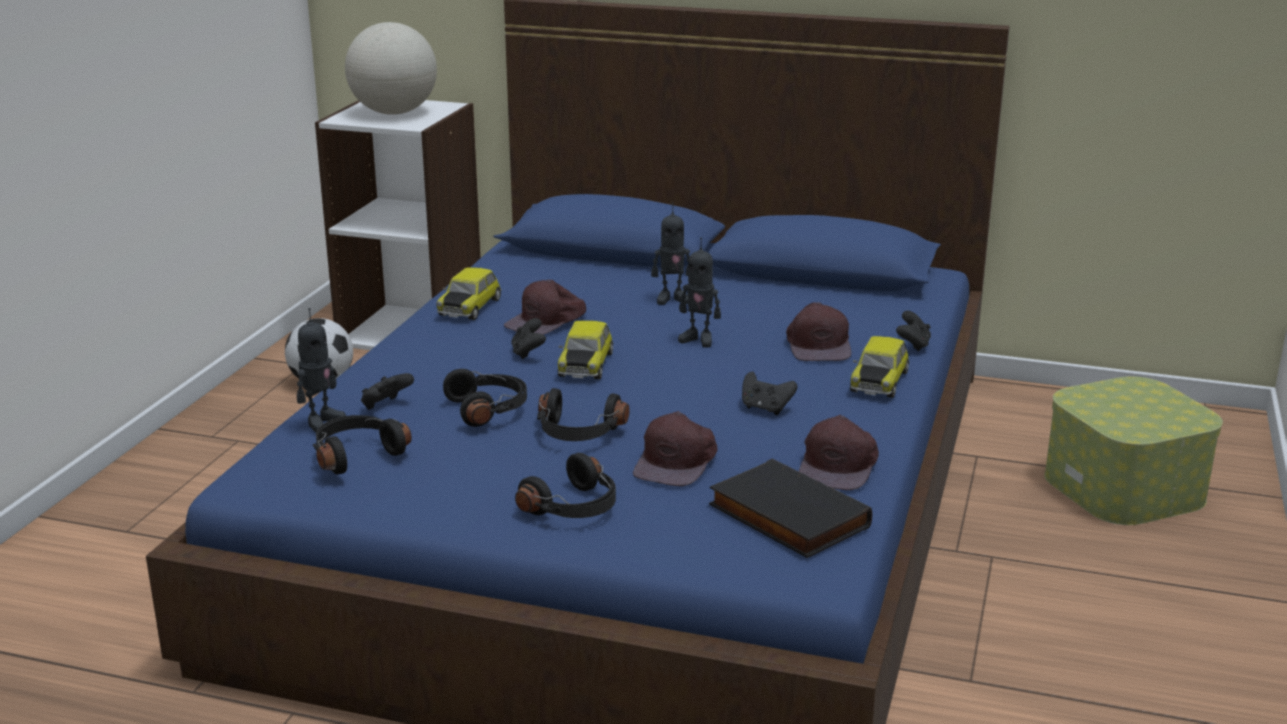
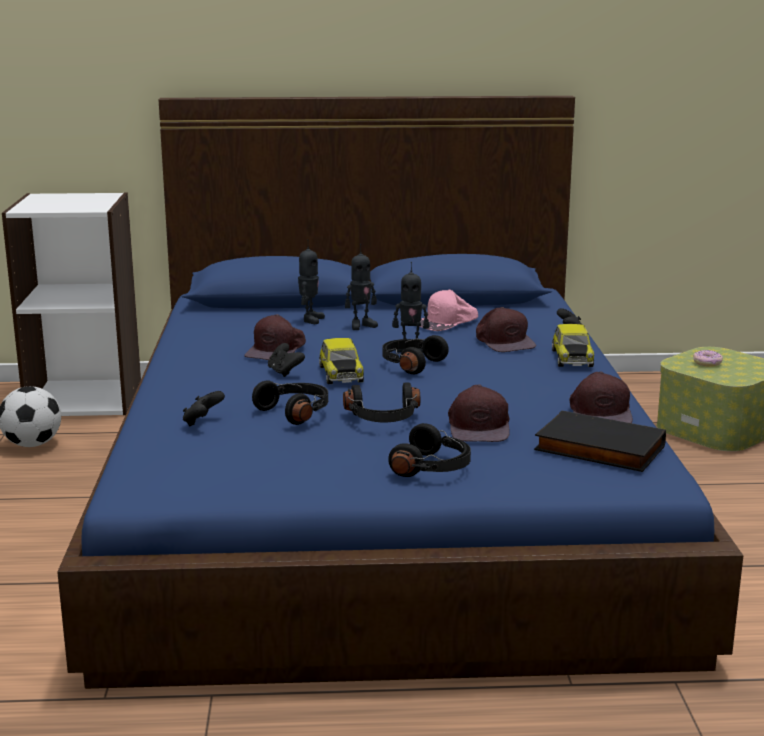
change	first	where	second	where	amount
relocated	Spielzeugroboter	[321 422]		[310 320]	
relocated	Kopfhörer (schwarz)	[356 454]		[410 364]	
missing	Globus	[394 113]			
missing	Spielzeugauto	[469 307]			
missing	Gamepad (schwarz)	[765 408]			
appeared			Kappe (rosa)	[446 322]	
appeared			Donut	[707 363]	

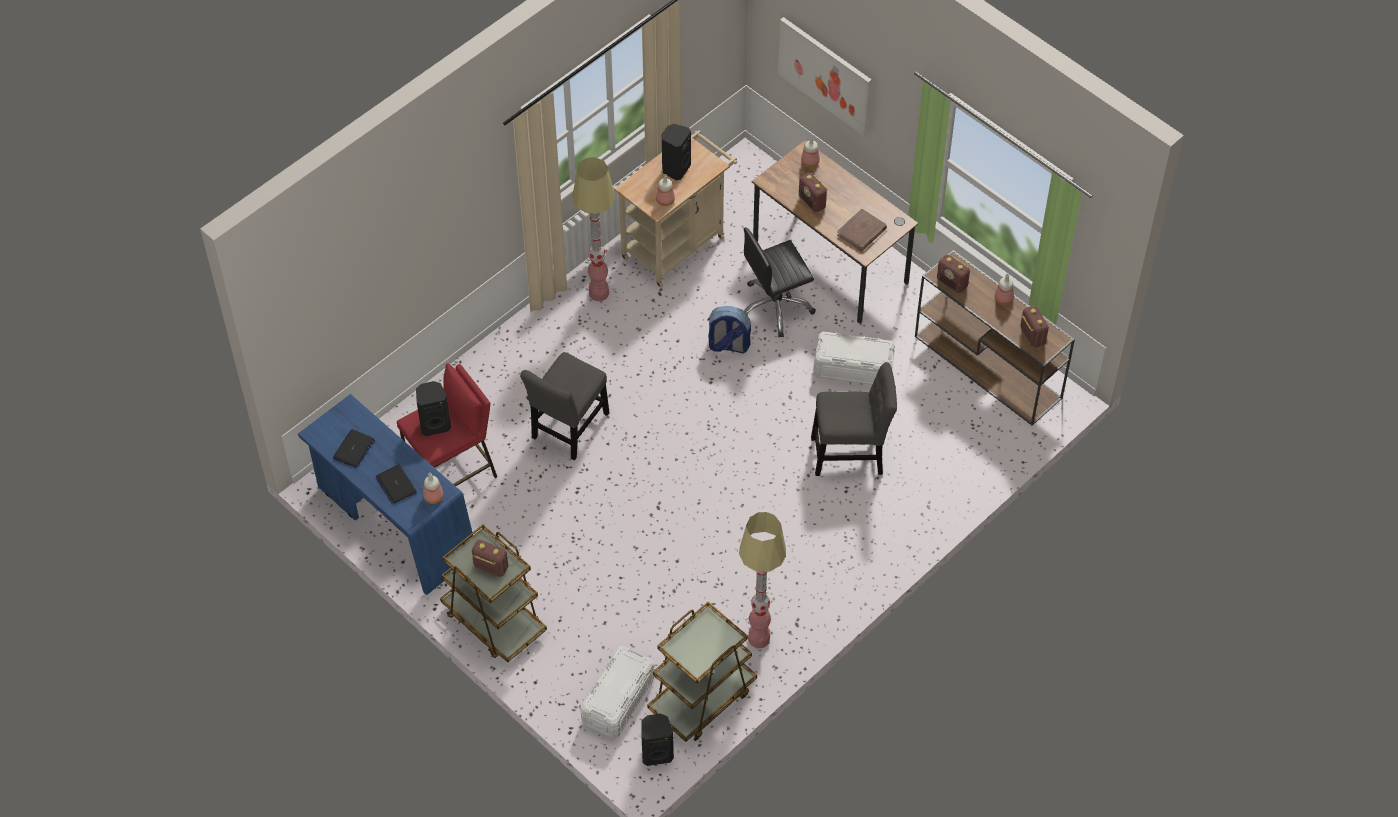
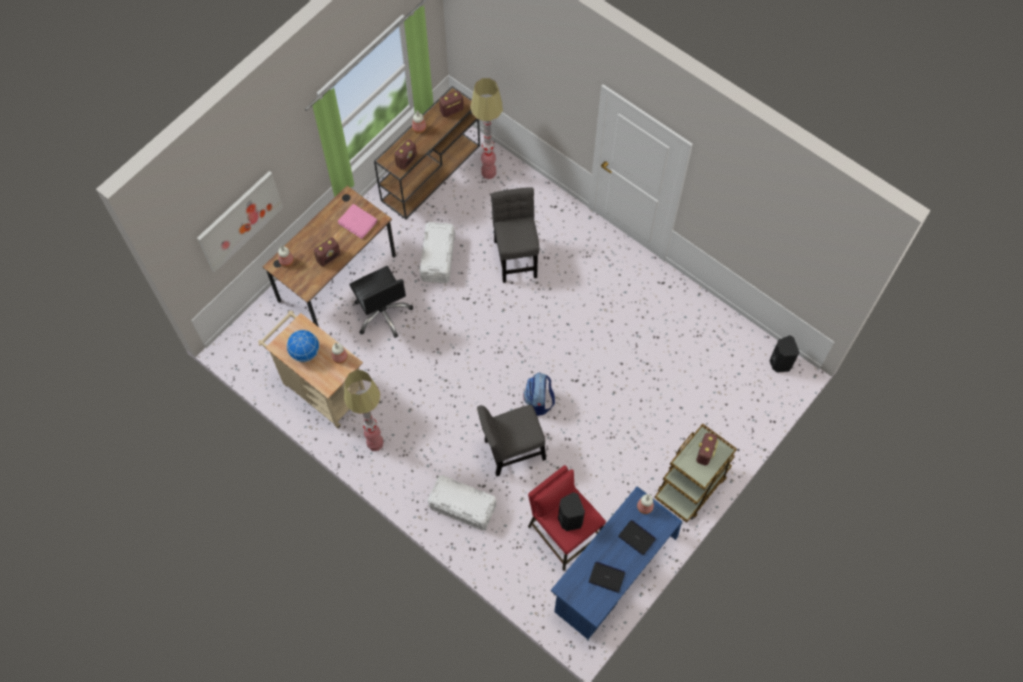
change	first	where	second	where	amount
spun	Laptop	[396 484]		[637 537]	105 degrees counterclockwise
spun	Stuhl (grau)	[568 429]		[511 451]	135 degrees clockwise
relocated	Aufbewahrungsbox (weiß)	[618 700]		[462 506]	
missing	Rollwagen (braun)	[702 698]			
exchanged	Lautsprecher (schwarz)	[675 168]	Globus	[305 352]	
relocated	Rucksack	[728 345]		[539 401]	
relocated	Stehlampe	[759 638]		[488 172]	
colour	Buch (braun)	[862 232]	Buch (rosa)	[358 222]	

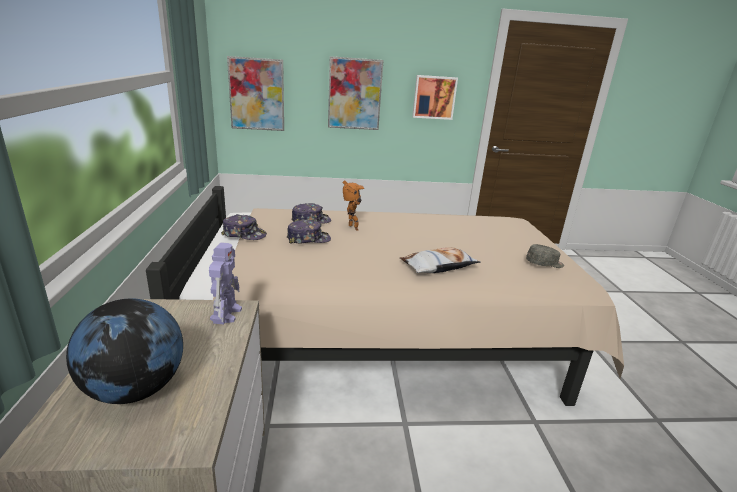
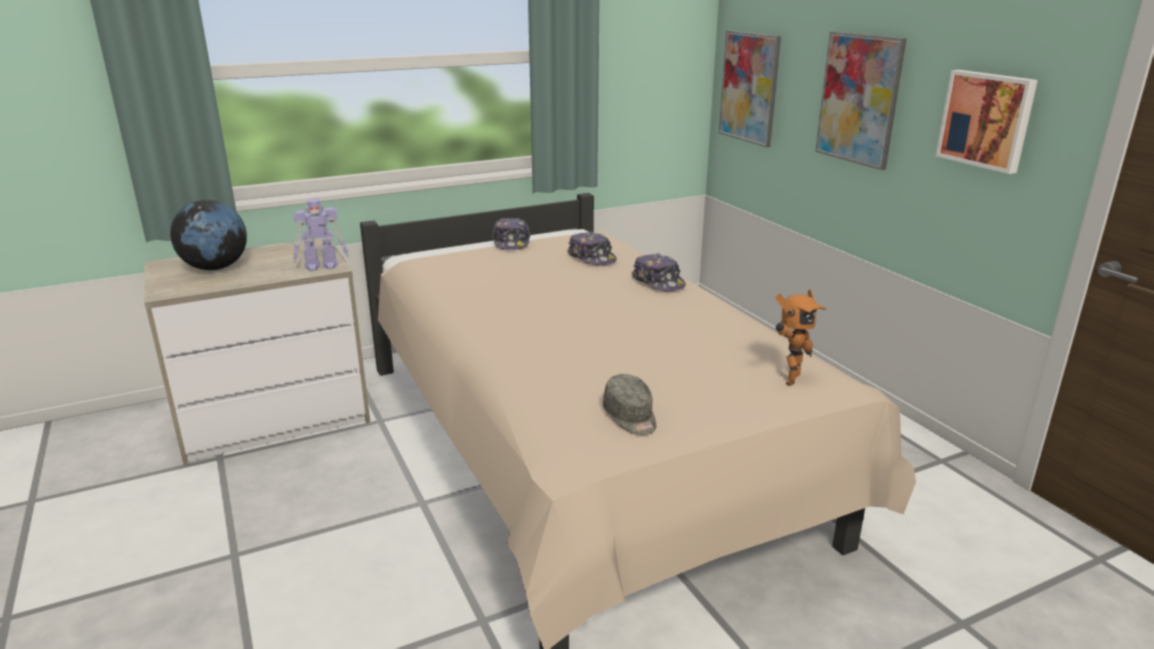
change	first	where	second	where	amount
relocated	Kappe	[308 239]		[658 282]	
relocated	Spielzeugroboter	[351 228]		[788 378]	
missing	Kissen	[438 266]			

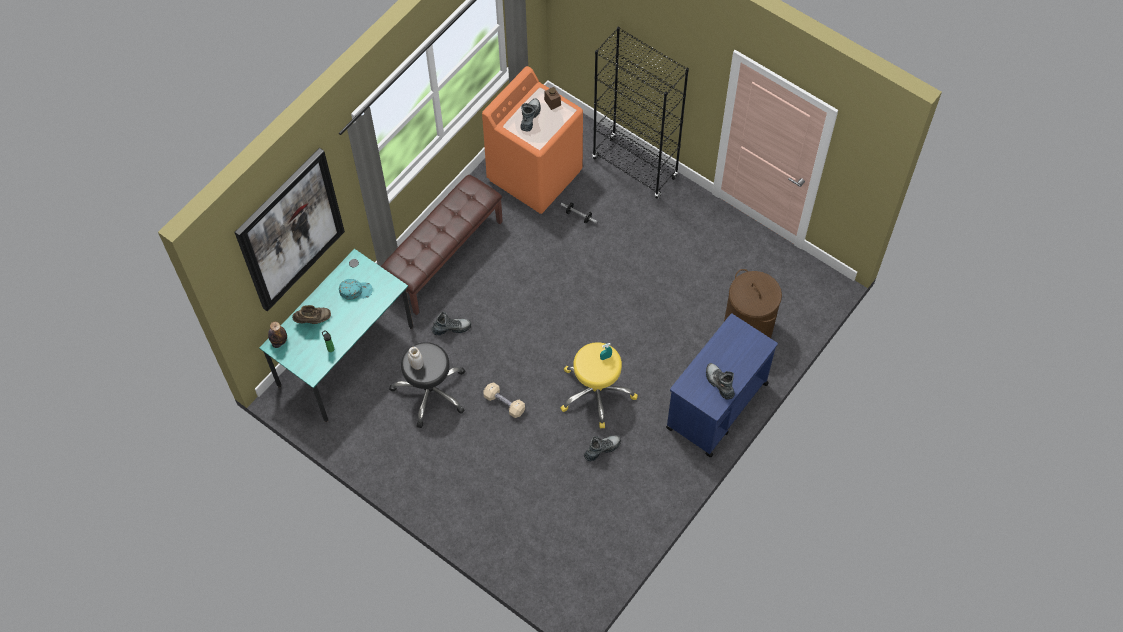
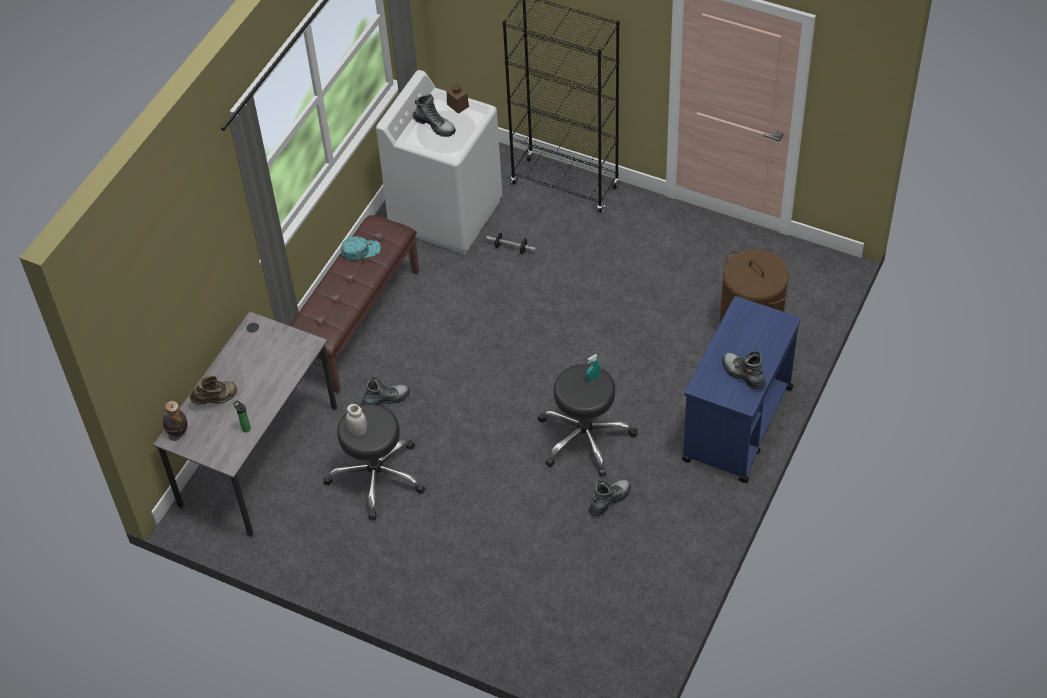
change	first	where	second	where	amount
missing	Bild	[290 230]			
colour	Schreibtisch (türkis)	[346 356]	Schreibtisch (grau)	[259 456]	
relocated	Kappe (türkis)	[356 290]		[361 250]	
colour	Waschmaschine (orange)	[535 174]	Waschmaschine (weiß)	[446 213]	
missing	Hantel (beige)	[504 403]			
spun	Stiefel	[530 117]		[435 125]	120 degrees clockwise
colour	Hocker (gelb)	[596 392]	Hocker (schwarz)	[584 437]	

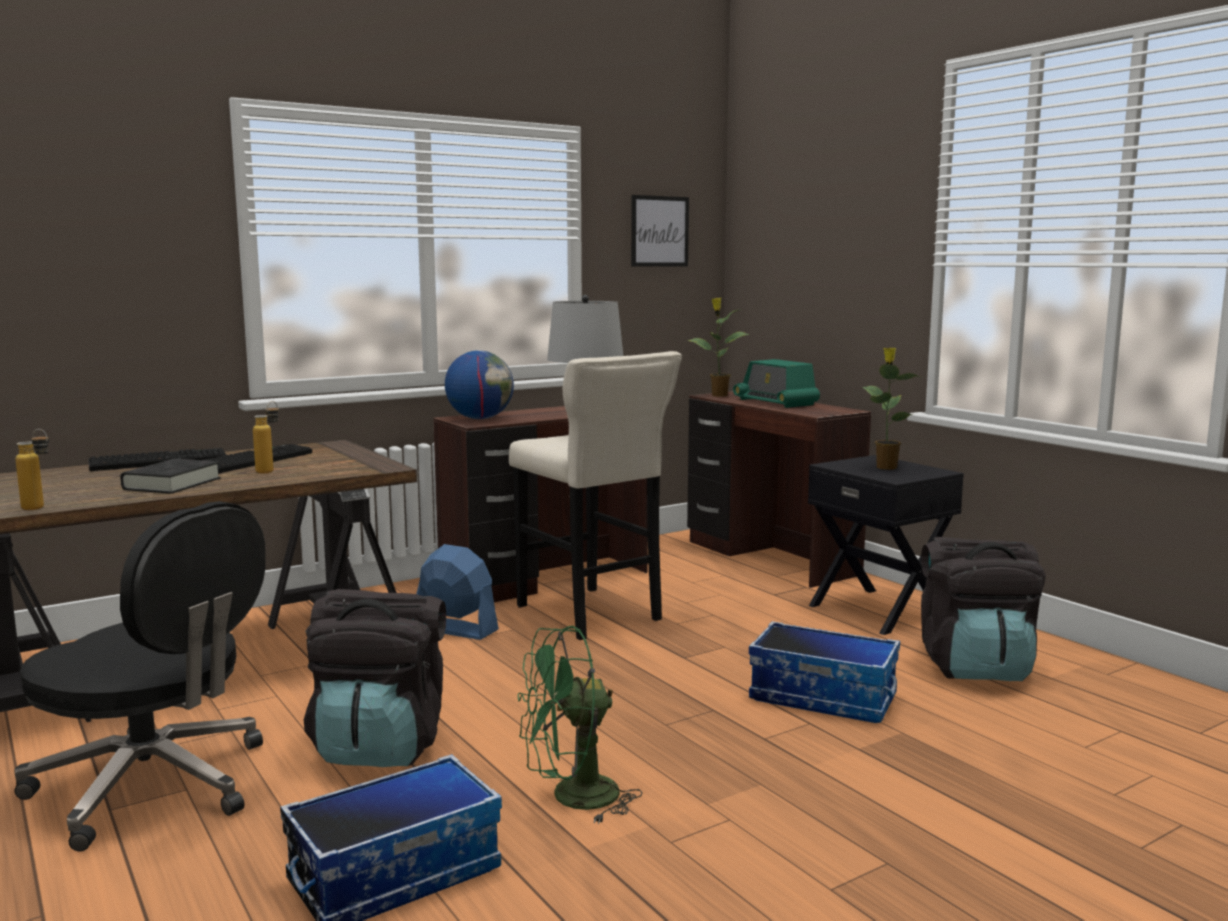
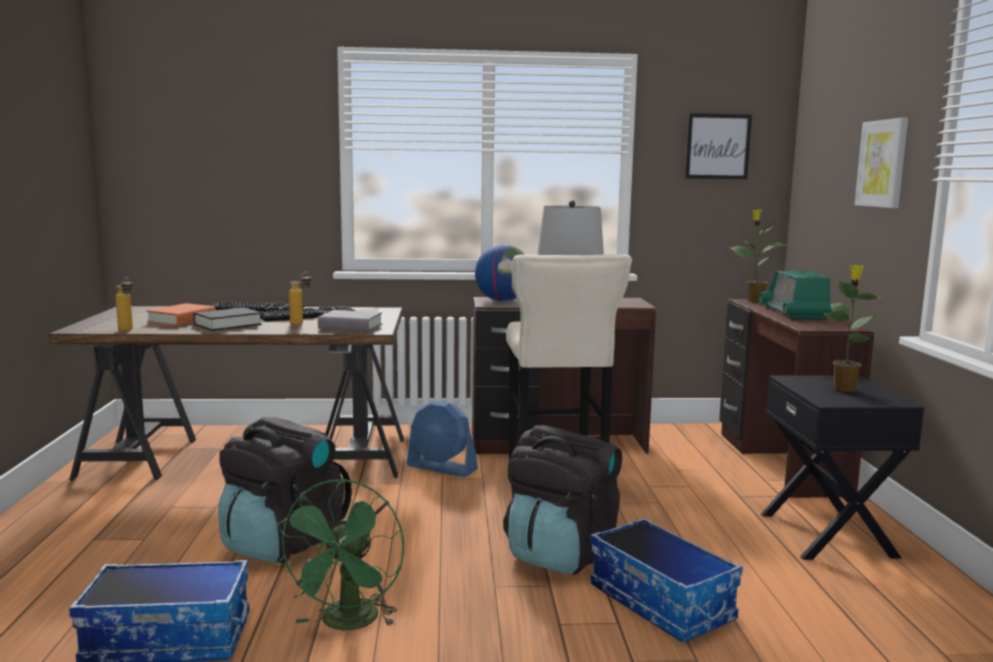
change	first	where	second	where	amount
missing	Bürostuhl (schwarz)	[154 786]			
spun	Ventilator (blau)	[454 628]		[442 468]	150 degrees clockwise
spun	Ventilator (grün)	[572 798]		[347 624]	90 degrees counterclockwise
relocated	Rucksack (schwarz)	[975 667]		[560 553]	
appeared			Buch (orange)	[182 320]	
appeared			Buch (grau)	[350 327]	
appeared			Bild	[882 163]	

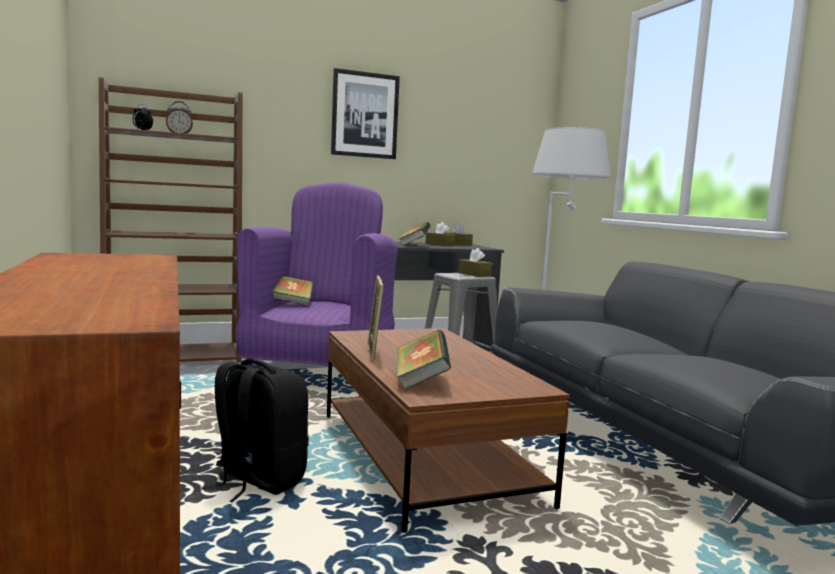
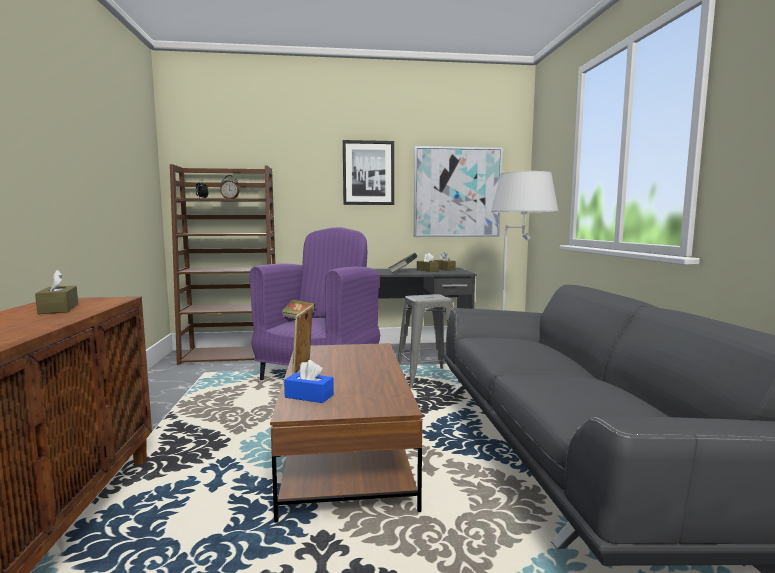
change	first	where	second	where	amount
missing	Rucksack (schwarz)	[257 481]			
exchanged	Buch	[421 381]	Taschentuchbox (blau)	[309 396]	
relocated	Taschentuchbox (braun)	[474 274]		[59 309]	
appeared			Bild	[457 192]	

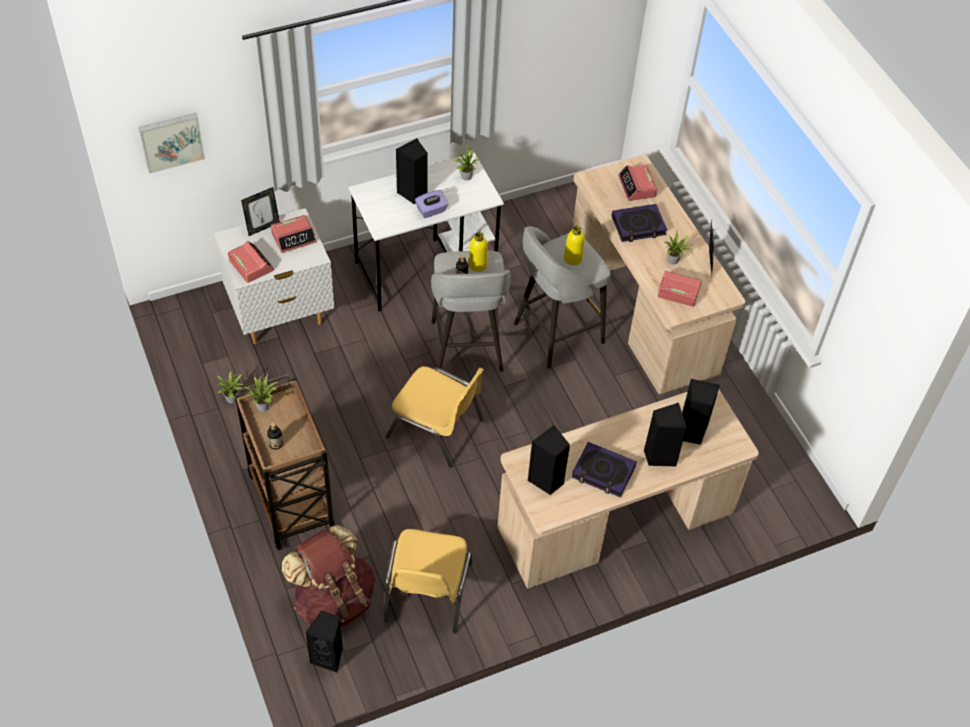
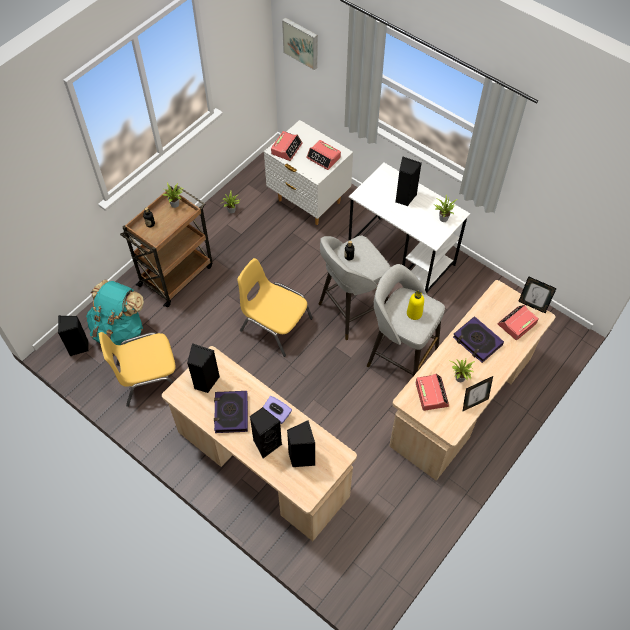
change	first	where	second	where	amount
relocated	Bilderrahmen	[262 227]		[532 305]	
colour	Rucksack (braun)	[333 598]	Rucksack (türkis)	[119 330]	
spun	Stuhl (gelb)	[436 429]		[275 324]	120 degrees clockwise
relocated	Taschentuchbox (lila)	[431 210]		[277 414]	
missing	Flasche (gelb)	[477 264]			

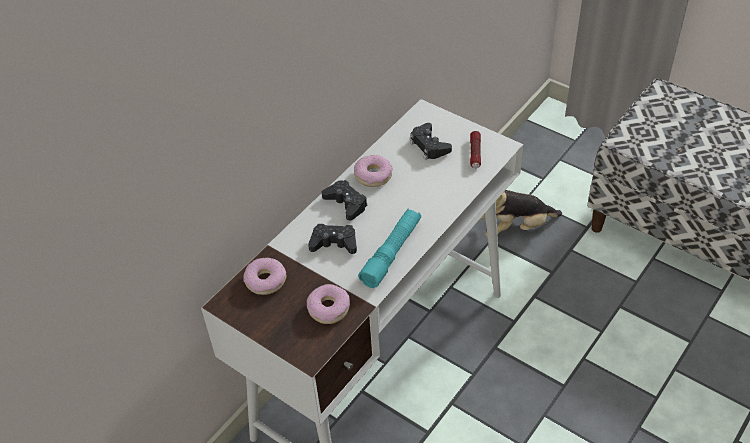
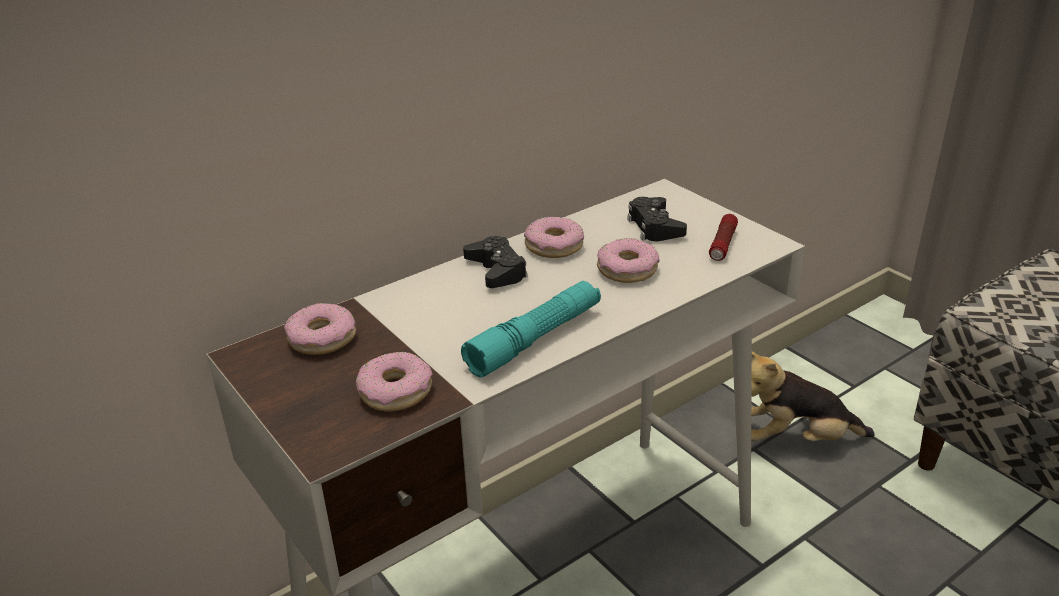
change	first	where	second	where	amount
missing	Gamepad (schwarz)	[334 243]			
appeared			Donut	[627 269]	

